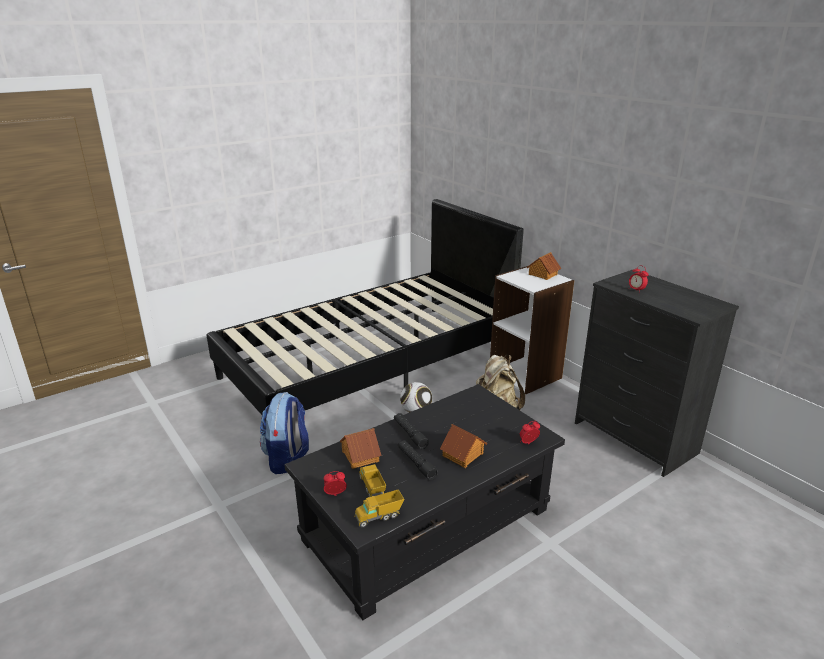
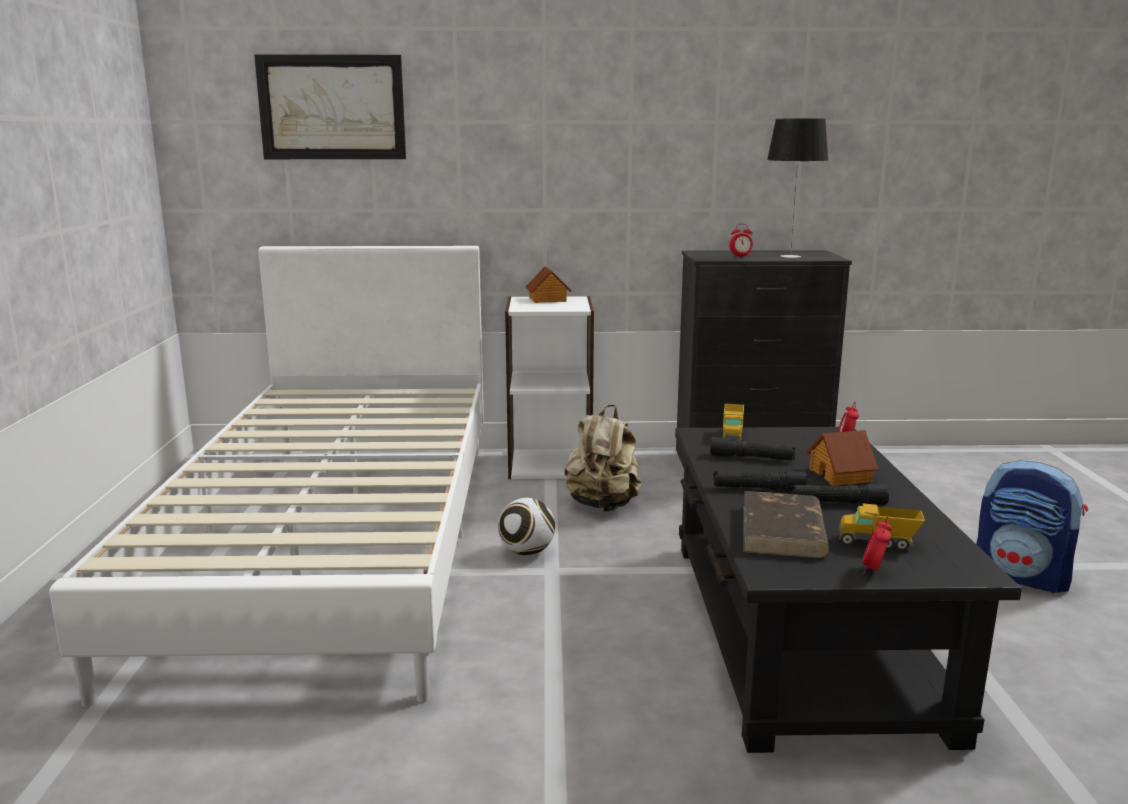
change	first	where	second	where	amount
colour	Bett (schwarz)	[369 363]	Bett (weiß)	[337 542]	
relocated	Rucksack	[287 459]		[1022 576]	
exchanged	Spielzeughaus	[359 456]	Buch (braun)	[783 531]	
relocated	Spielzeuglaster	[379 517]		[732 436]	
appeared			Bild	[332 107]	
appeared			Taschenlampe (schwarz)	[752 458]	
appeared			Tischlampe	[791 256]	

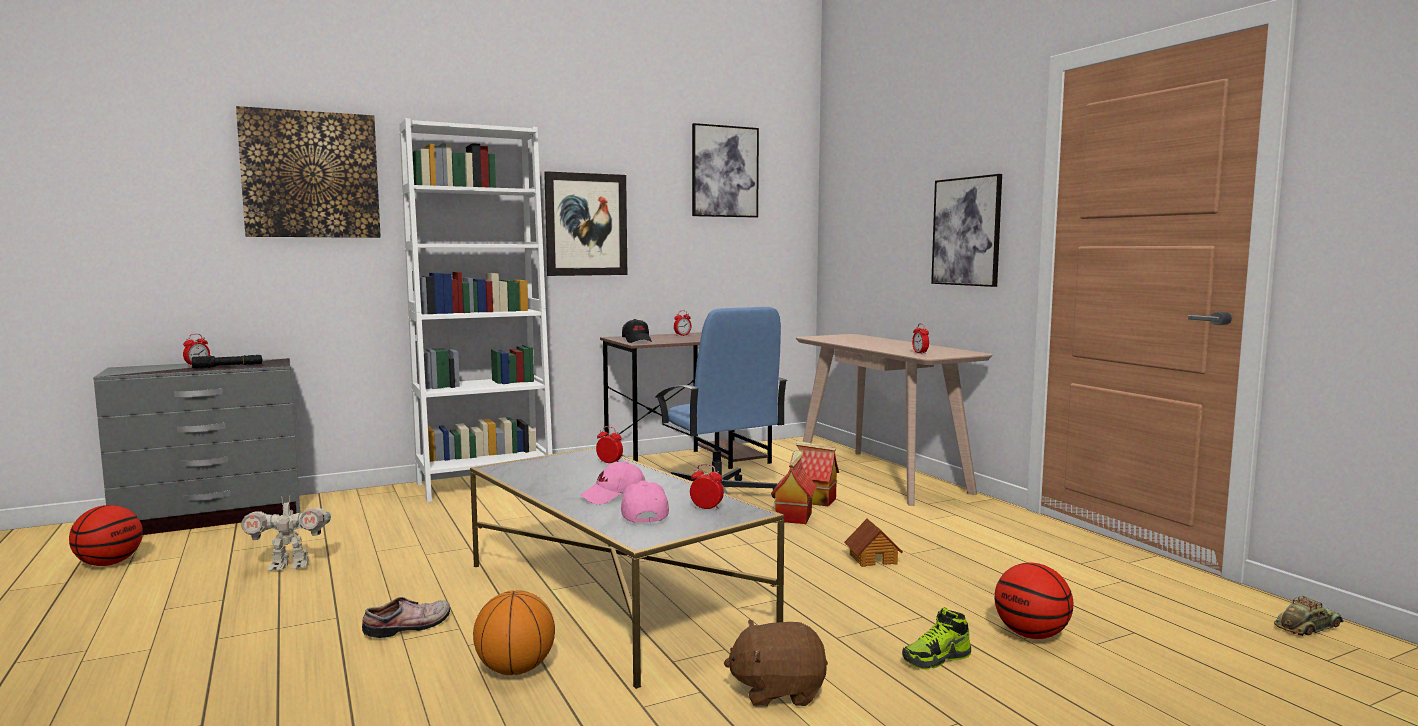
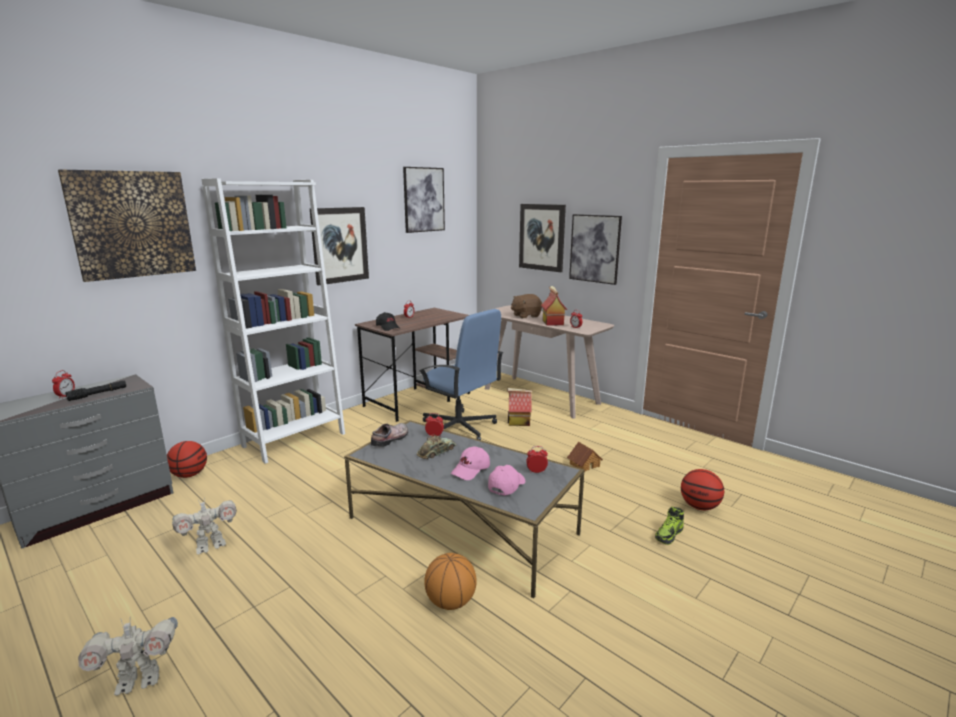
change	first	where	second	where	amount
relocated	Basketball	[109 563]		[189 475]	
relocated	Schuh	[409 627]		[391 439]	
spun	Kappe (rosa)	[643 515]		[506 485]	60 degrees clockwise
relocated	Plüschtier (braun)	[778 691]		[526 316]	
relocated	Spielzeughaus	[793 516]		[552 322]	
relocated	Spielzeugauto	[1307 627]		[436 452]	
appeared			Spielzeugroboter	[139 680]	
appeared			Bild	[542 237]	

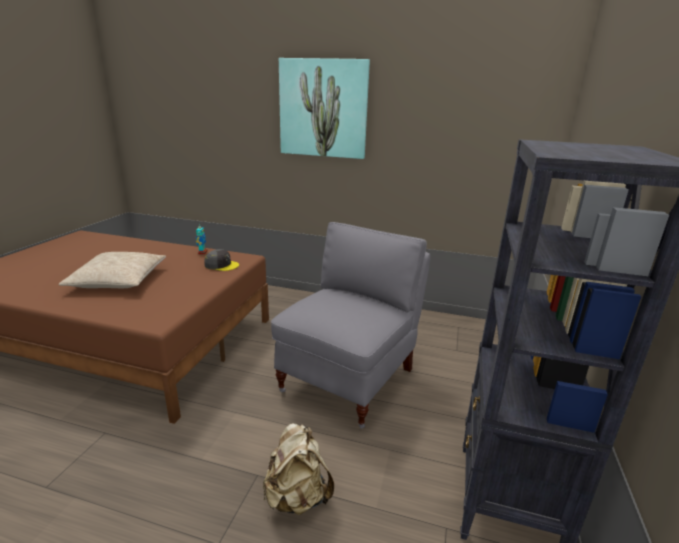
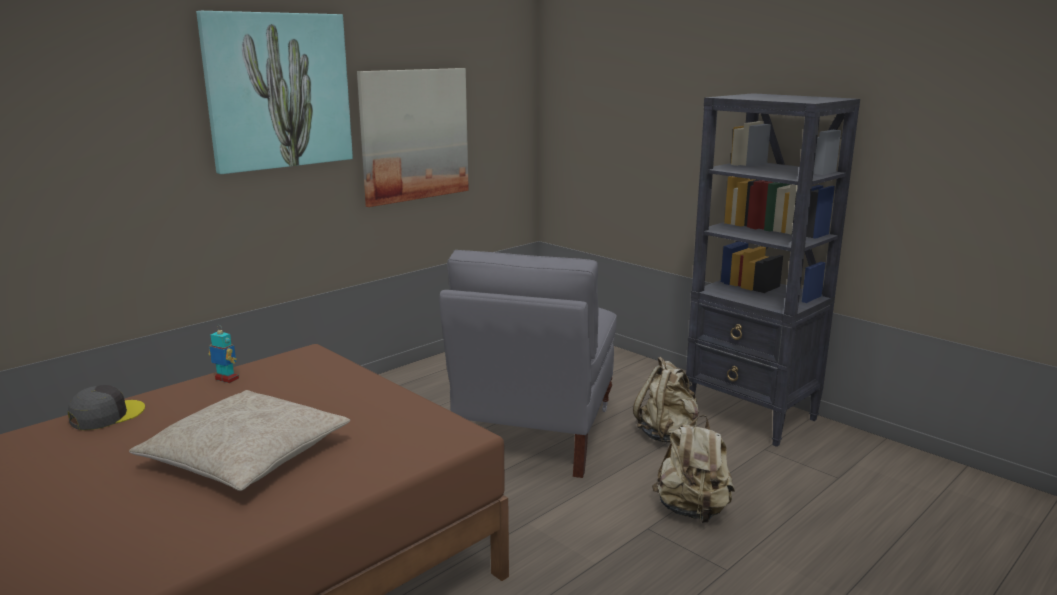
change	first	where	second	where	amount
relocated	Kappe (grau)	[221 265]		[106 415]	
spun	Stuhl (grau)	[349 379]		[535 434]	135 degrees counterclockwise
appeared			Bild	[414 135]	
appeared			Rucksack (beige)	[667 435]	

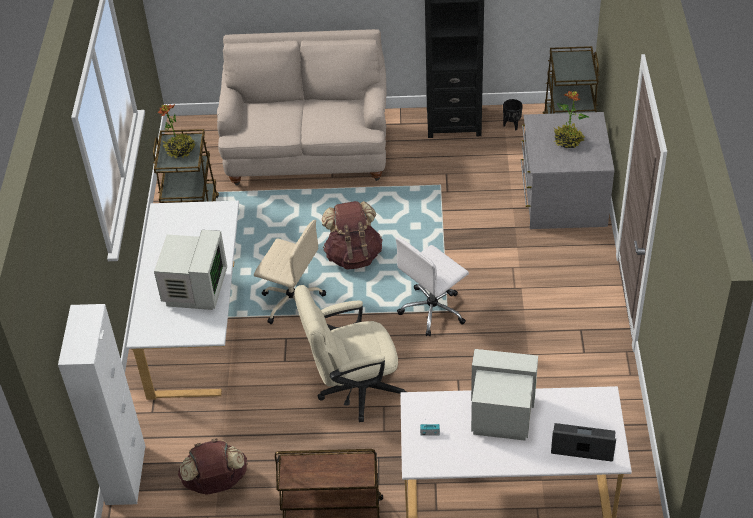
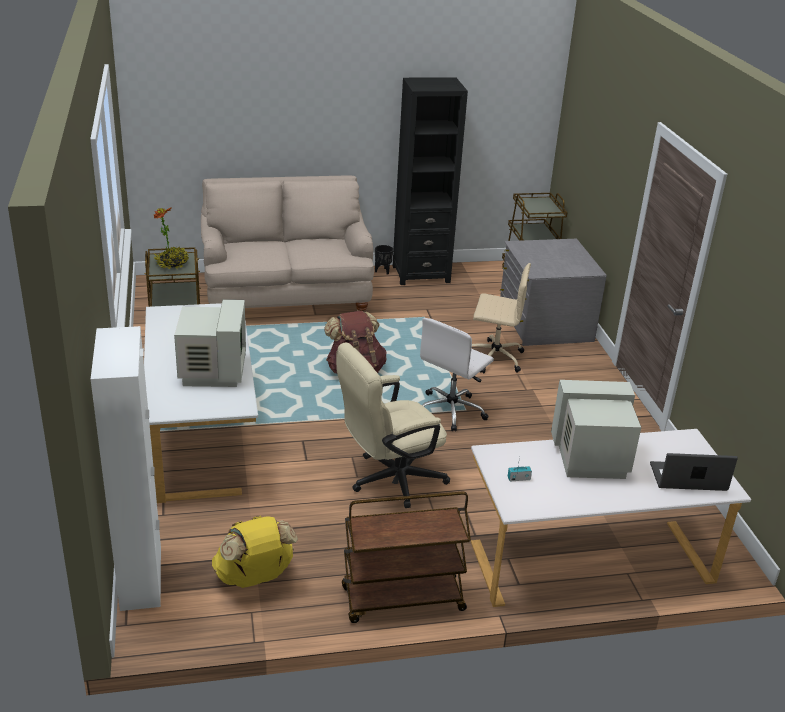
change	first	where	second	where	amount
colour	Rucksack (braun)	[216 483]	Rucksack (gelb)	[254 578]	
relocated	Bürostuhl (beige)	[291 301]		[494 357]	
relocated	Pflanzkübel (schwarz)	[512 125]		[383 271]	
missing	Topfpflanze	[568 141]			

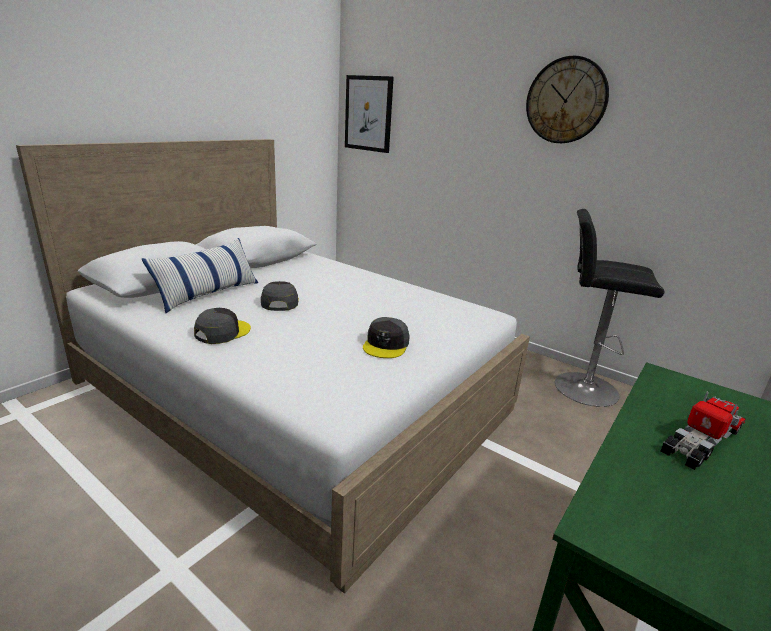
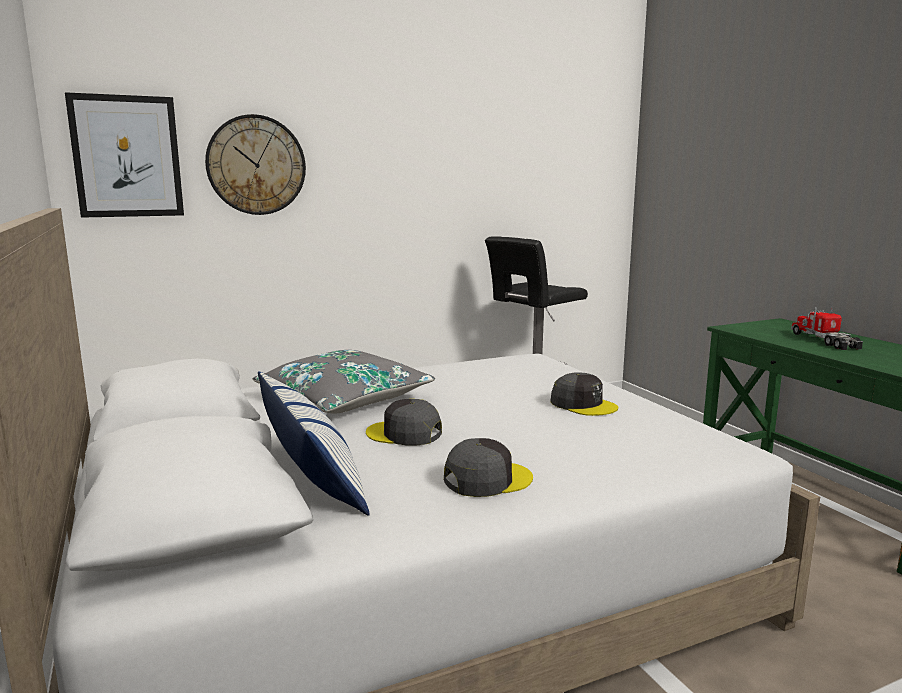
change	first	where	second	where	amount
spun	Kappe (grau)	[222 332]		[487 479]	90 degrees clockwise
relocated	Wanduhr	[566 101]		[256 165]	
appeared			Kissen (grau)	[344 399]	

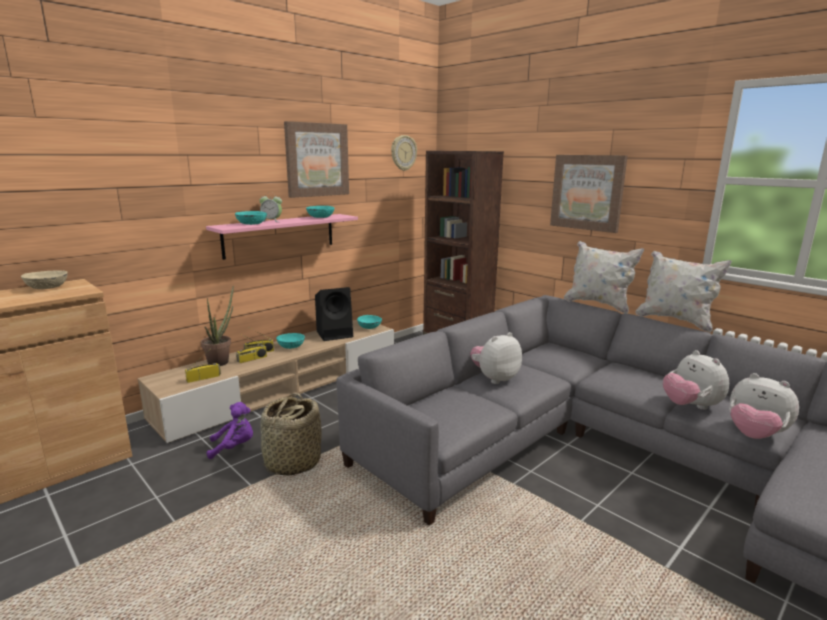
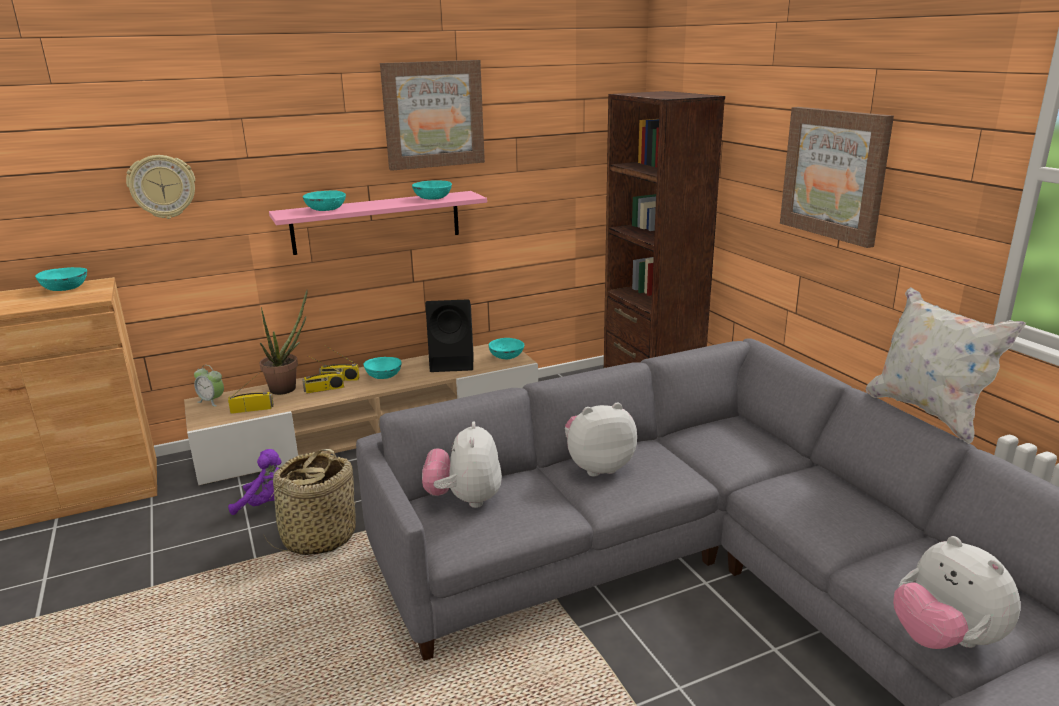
change	first	where	second	where	amount
colour	Schüssel (beige)	[47 288]	Schüssel (türkis)	[64 289]	
relocated	Wecker	[272 221]		[212 401]	
relocated	Wanduhr	[403 153]		[162 186]	
missing	Kissen (weiß)	[598 304]			
relocated	Plüschtier	[690 406]		[465 500]	

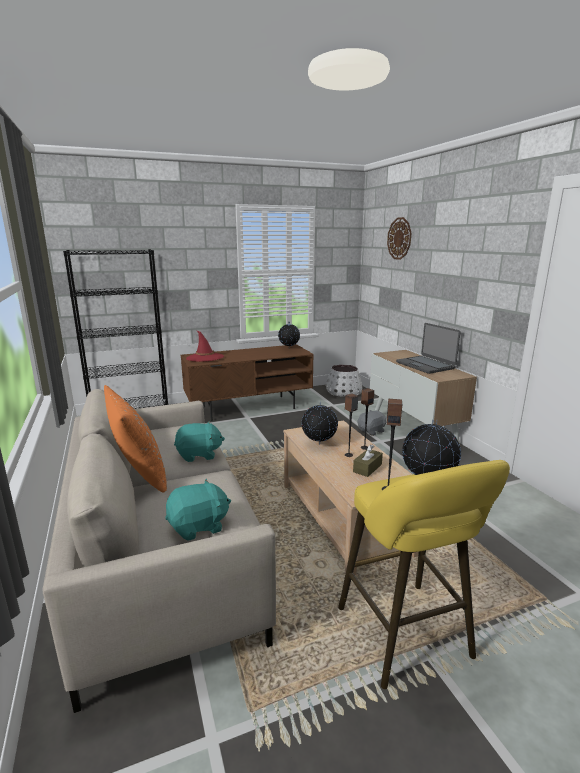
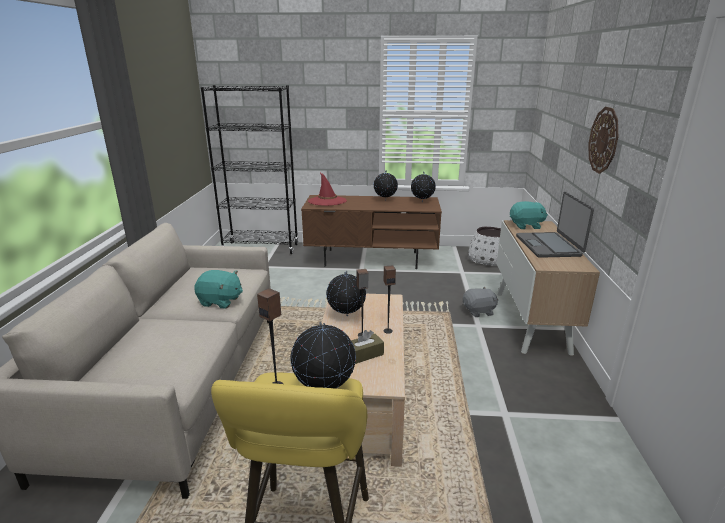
change	first	where	second	where	amount
missing	Kissen (orange)	[139 473]			
relocated	Plüschtier (türkis)	[198 526]		[526 226]	
relocated	Wanduhr	[399 238]		[604 140]	
appeared			Globus	[385 200]	

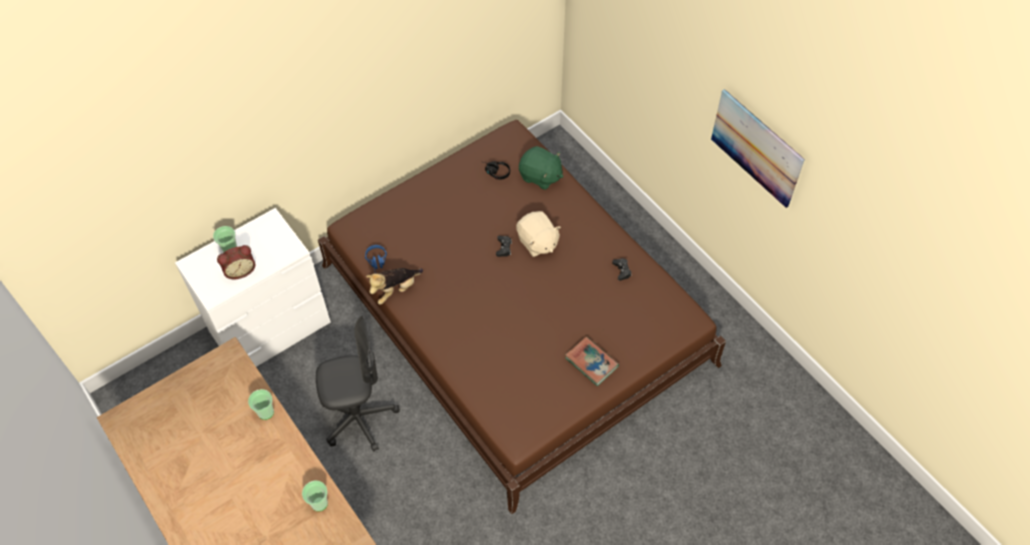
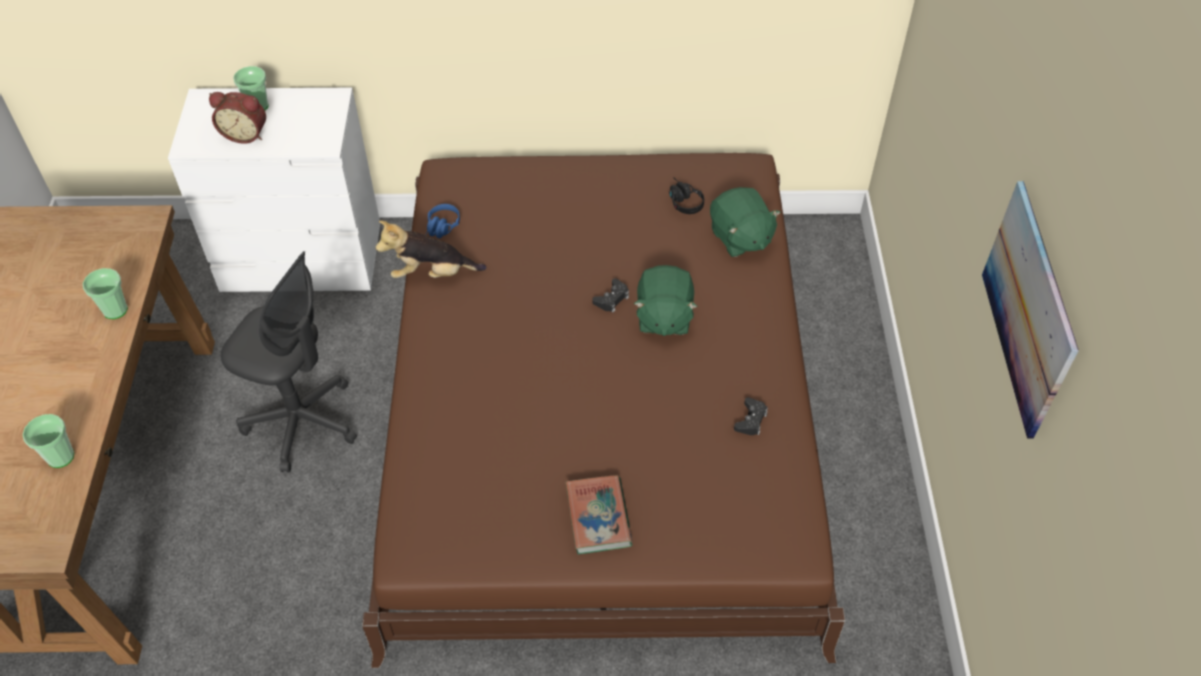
change	first	where	second	where	amount
colour	Plüschtier (beige)	[537 242]	Plüschtier (grün)	[663 317]	

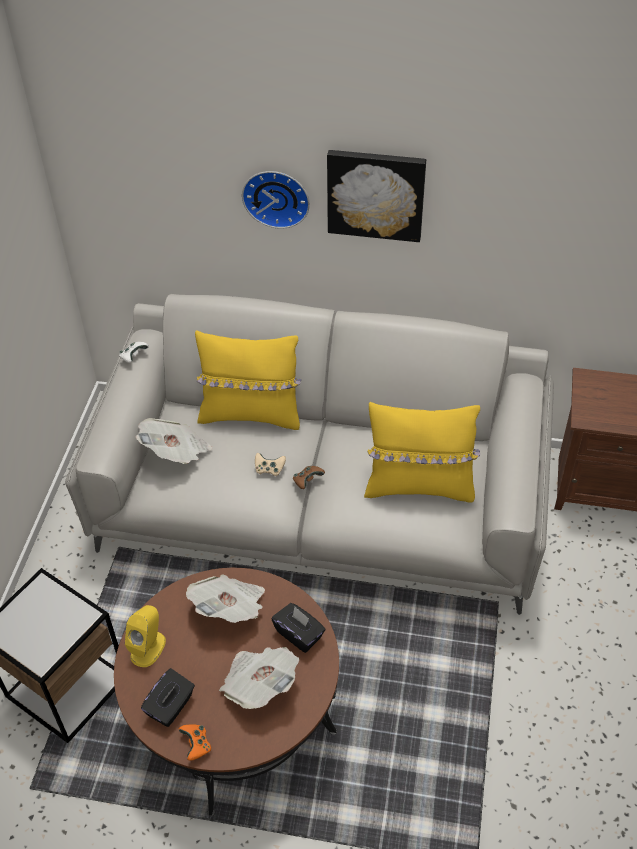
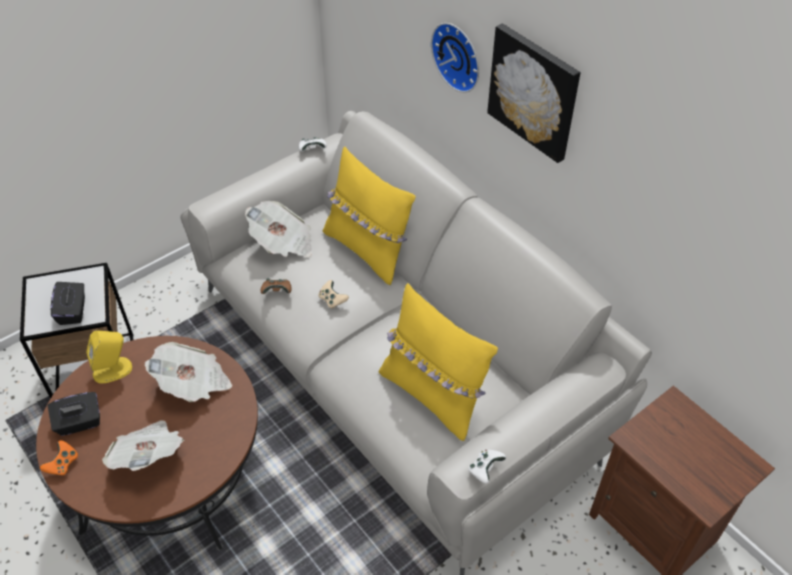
change	first	where	second	where	amount
relocated	Taschentuchbox (schwarz)	[299 634]		[73 311]	
relocated	Gamepad (braun)	[307 481]		[277 291]	
appeared			Gamepad (weiß)	[485 469]	

